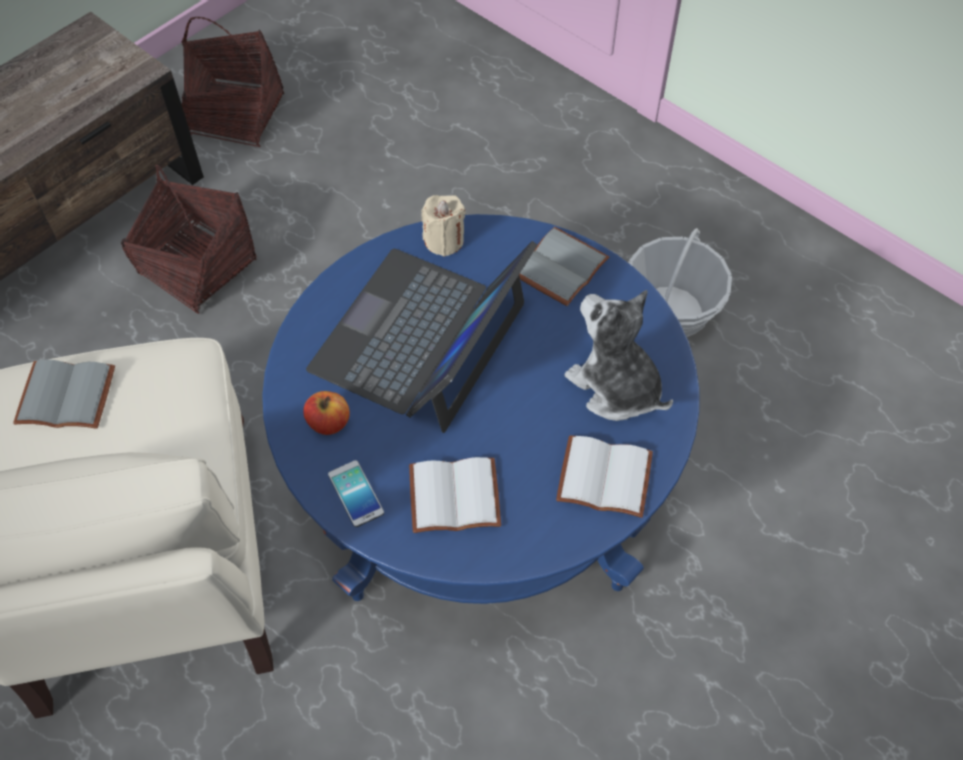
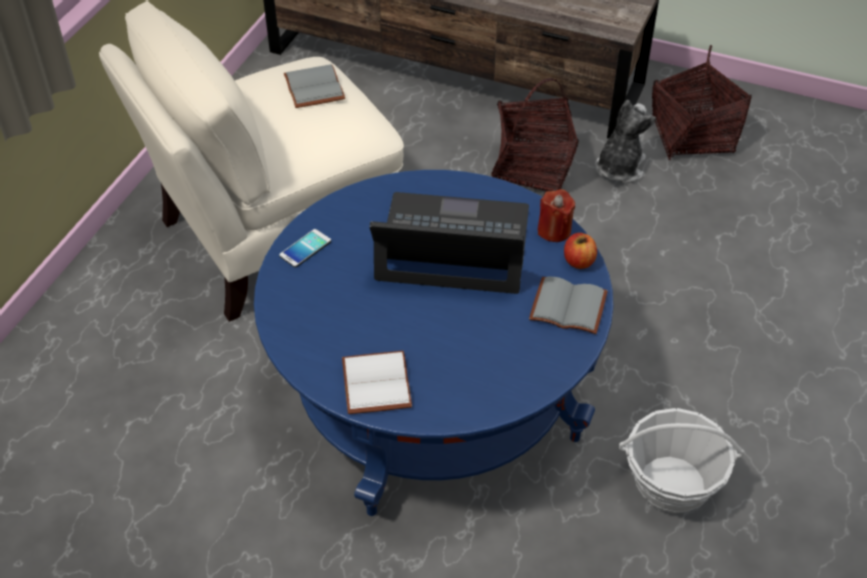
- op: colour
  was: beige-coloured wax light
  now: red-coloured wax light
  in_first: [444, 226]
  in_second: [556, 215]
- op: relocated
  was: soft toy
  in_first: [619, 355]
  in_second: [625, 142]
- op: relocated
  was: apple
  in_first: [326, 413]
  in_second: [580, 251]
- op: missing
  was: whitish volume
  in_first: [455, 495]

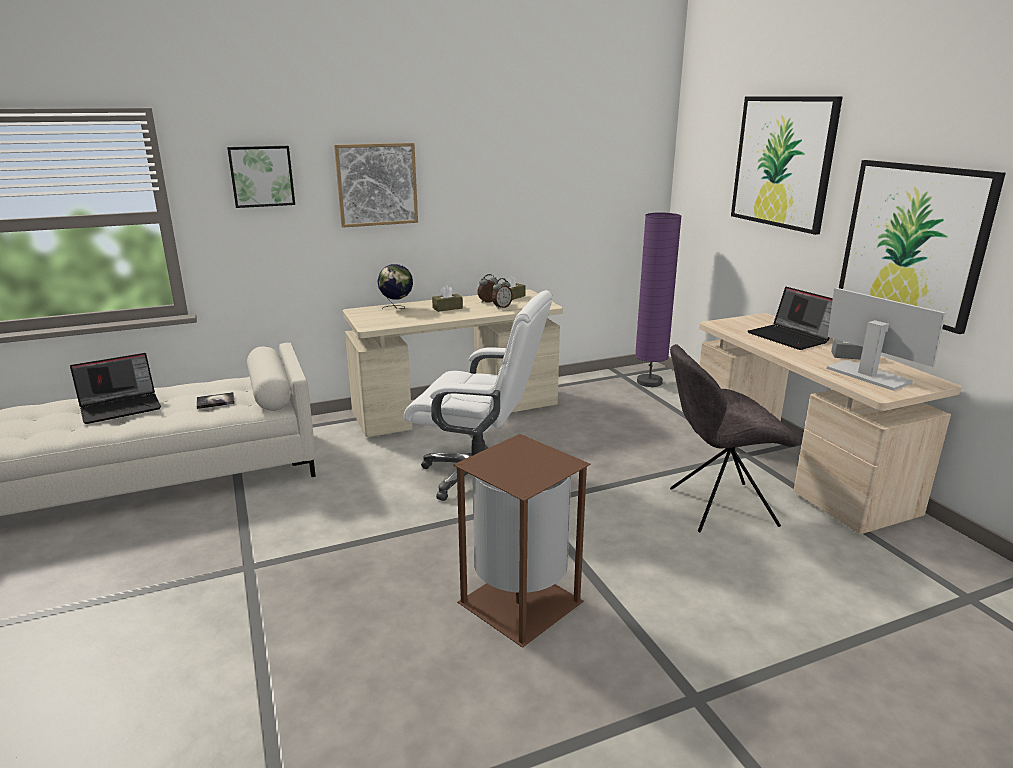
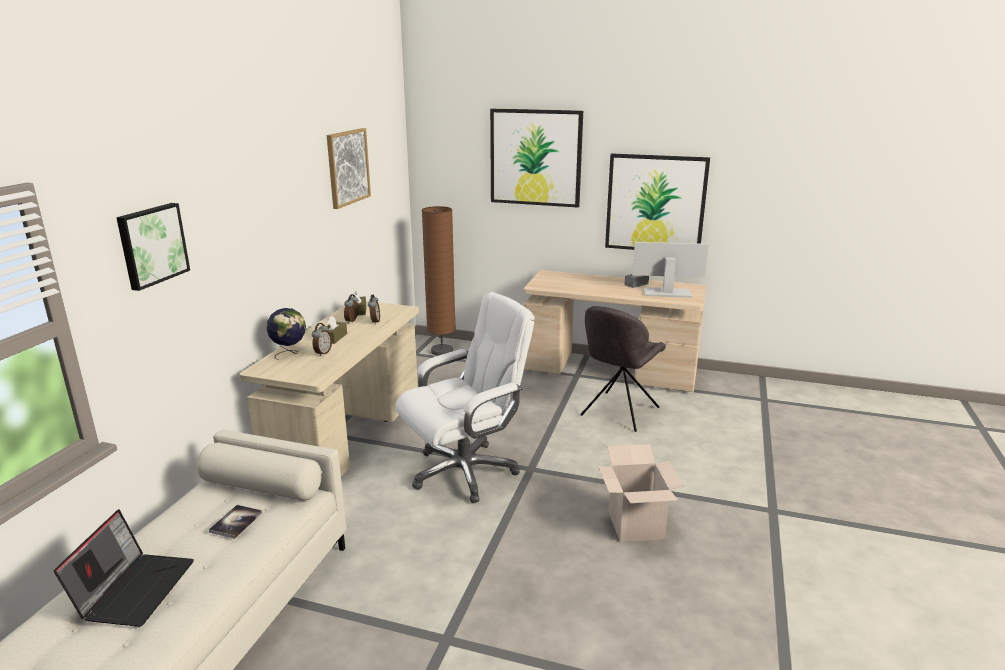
- op: relocated
  was: wall picture
  in_first: [376, 185]
  in_second: [349, 168]
- op: colour
  was: purple-coloured floor lamp
  now: brown floor lamp
  in_first: [658, 299]
  in_second: [439, 281]
- op: missing
  was: portable computer
  in_first: [790, 318]
- op: exchanged
  was: brown trash can
  now: cardboard box
  in_first: [522, 541]
  in_second: [641, 493]
- op: appeared
  now: table clock
  in_second: [322, 339]

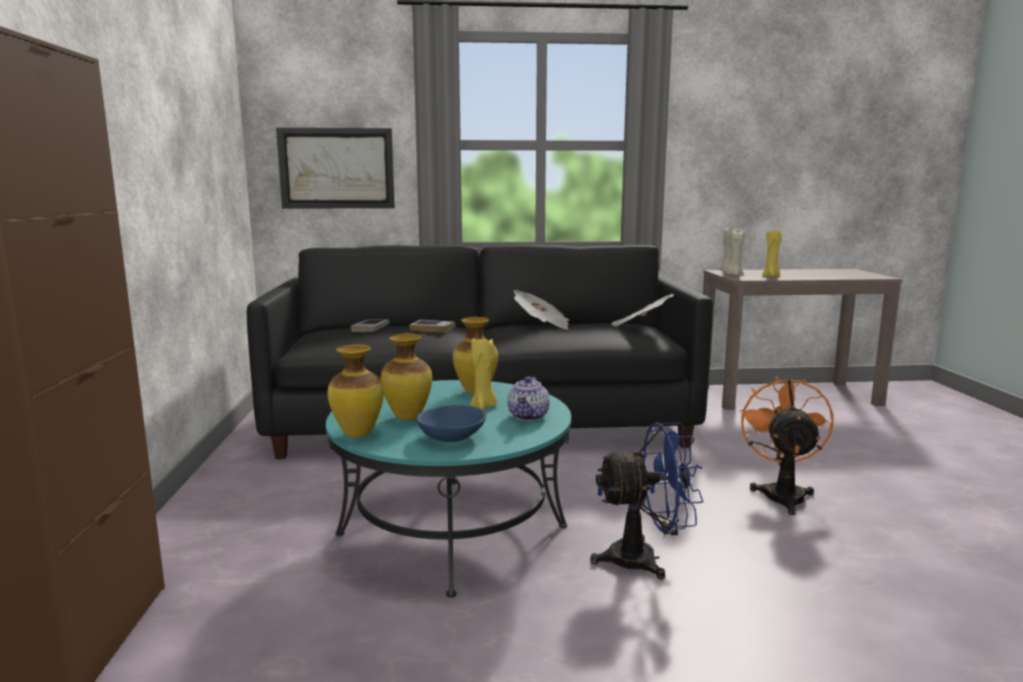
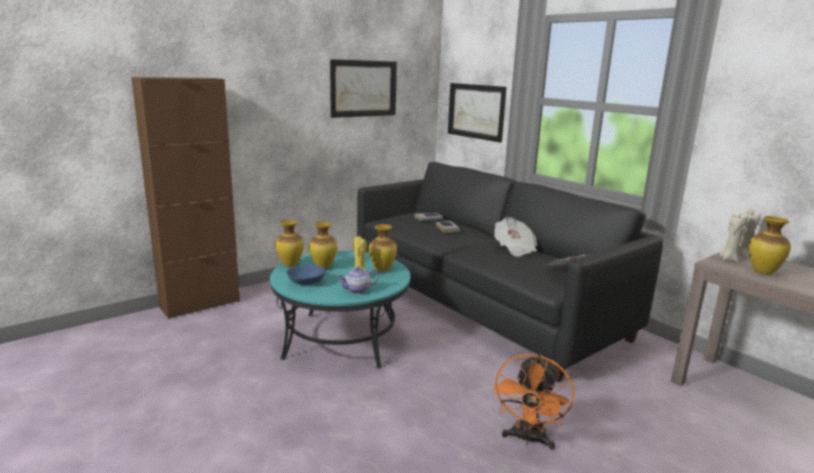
- op: exchanged
  was: yellow-coloured wax light
  now: vase
  in_first: [772, 253]
  in_second: [770, 245]
- op: spun
  was: orange fan
  in_first: [787, 445]
  in_second: [533, 402]
  clockwise: 135
- op: missing
  was: blue-coloured fan
  in_first: [646, 501]
- op: appeared
  now: wall picture
  in_second: [363, 88]

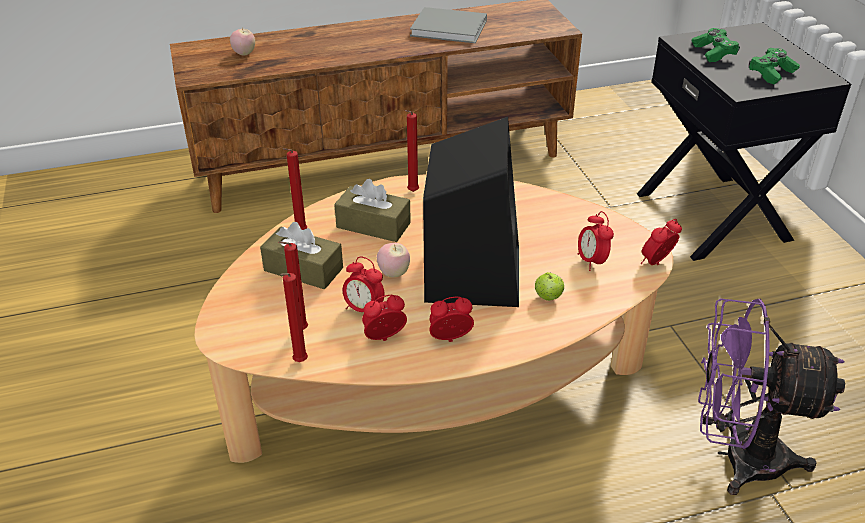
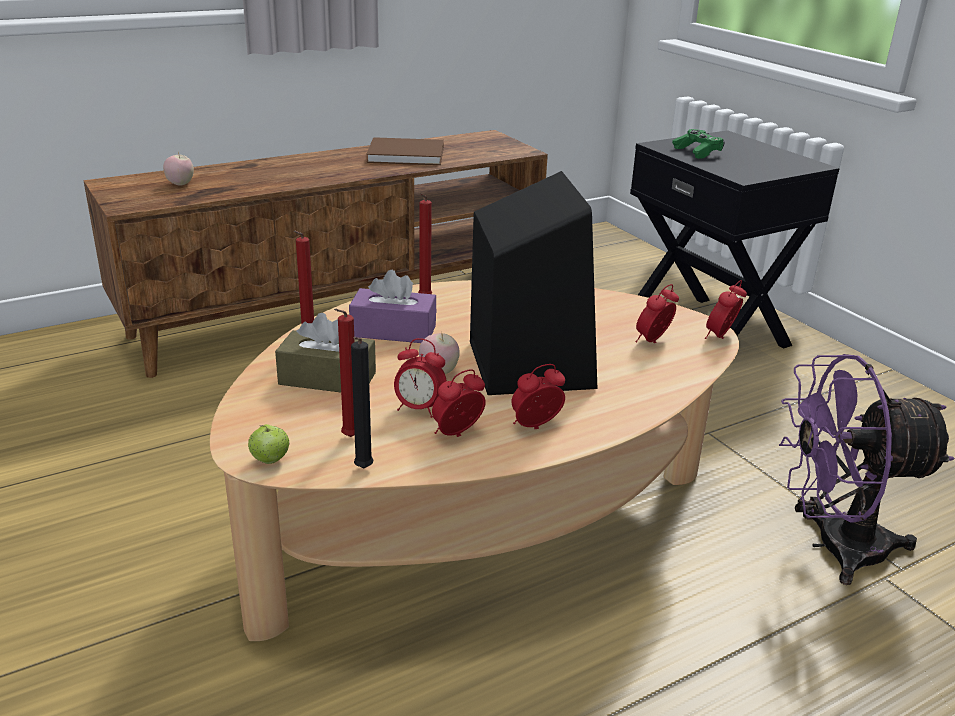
- op: colour
  was: grey volume
  now: brown volume
  in_first: [448, 25]
  in_second: [405, 151]
- op: missing
  was: green-coloured game controller
  in_first: [774, 66]
- op: colour
  was: brown box of tissues
  now: purple-coloured box of tissues
  in_first: [372, 210]
  in_second: [392, 306]
- op: spun
  was: table clock
  in_first: [595, 241]
  in_second: [657, 314]
  clockwise: 75
- op: relocated
  was: apple
  in_first: [549, 286]
  in_second: [268, 444]
- op: colour
  was: red-coloured wax light
  now: blackish wax light
  in_first: [294, 317]
  in_second: [362, 402]

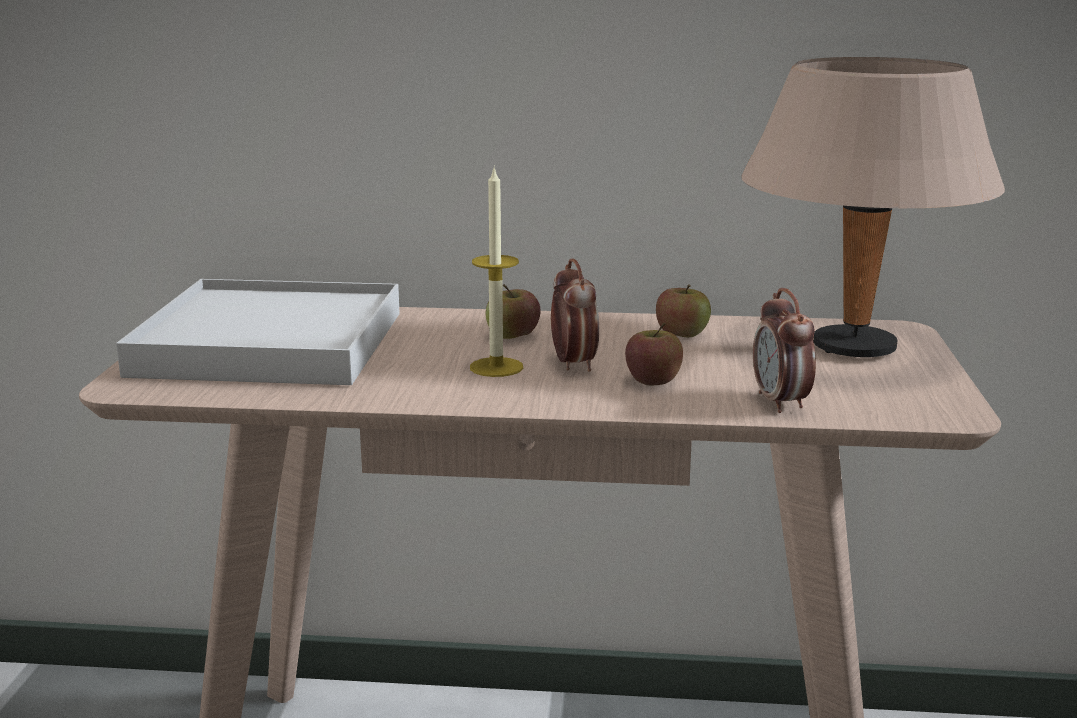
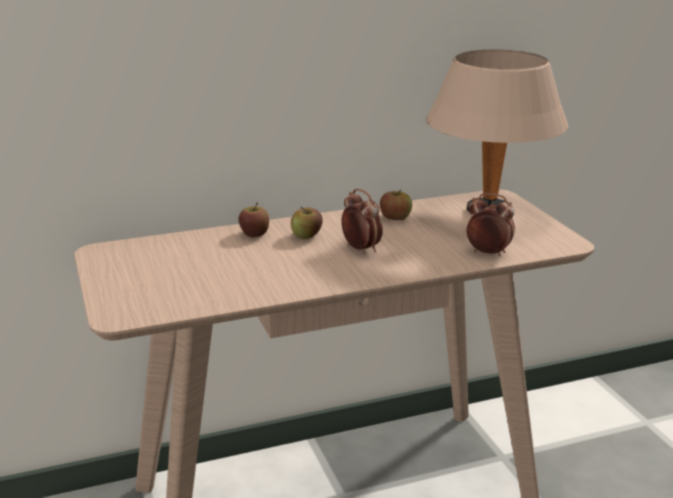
- op: missing
  was: wax light
  in_first: [496, 271]
- op: missing
  was: whitish carrying tray
  in_first: [258, 332]
- op: spun
  was: table clock
  in_first: [784, 350]
  in_second: [491, 225]
  clockwise: 150
- op: relocated
  was: apple
  in_first: [654, 354]
  in_second: [254, 220]

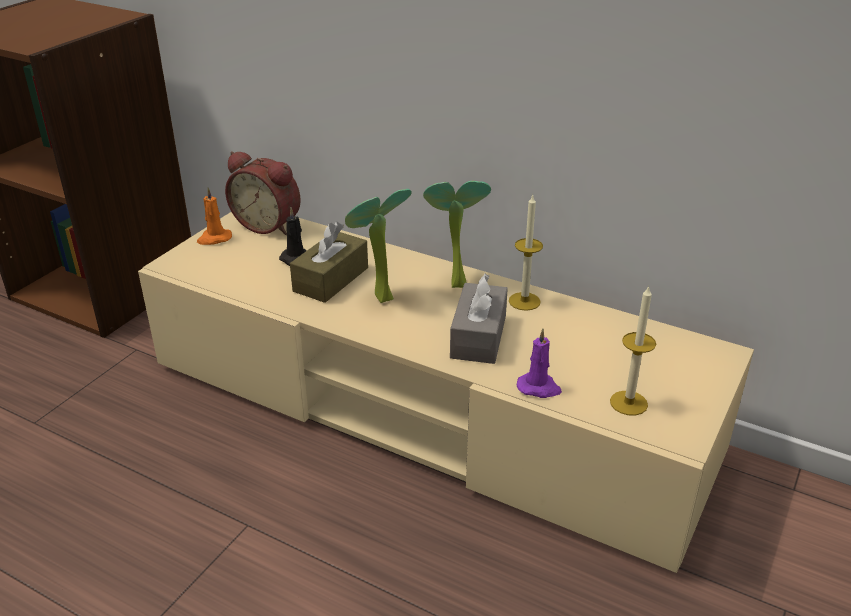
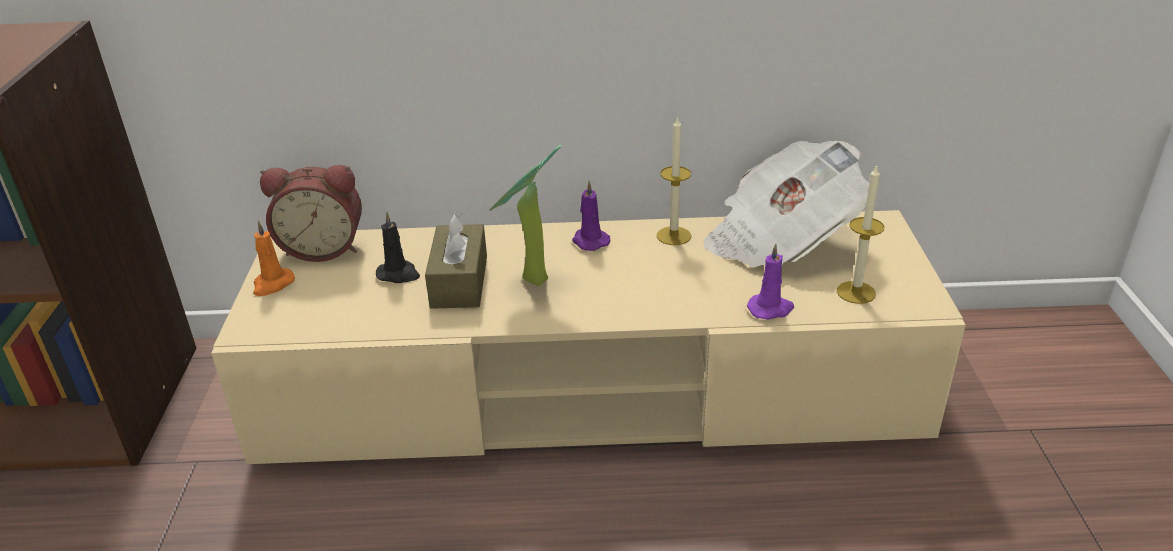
- op: exchanged
  was: plant in a pot
  now: purple-coloured wax light
  in_first: [457, 234]
  in_second: [591, 216]
- op: missing
  was: grey box of tissues
  in_first: [479, 319]
- op: appeared
  now: daily paper
  in_second: [786, 204]

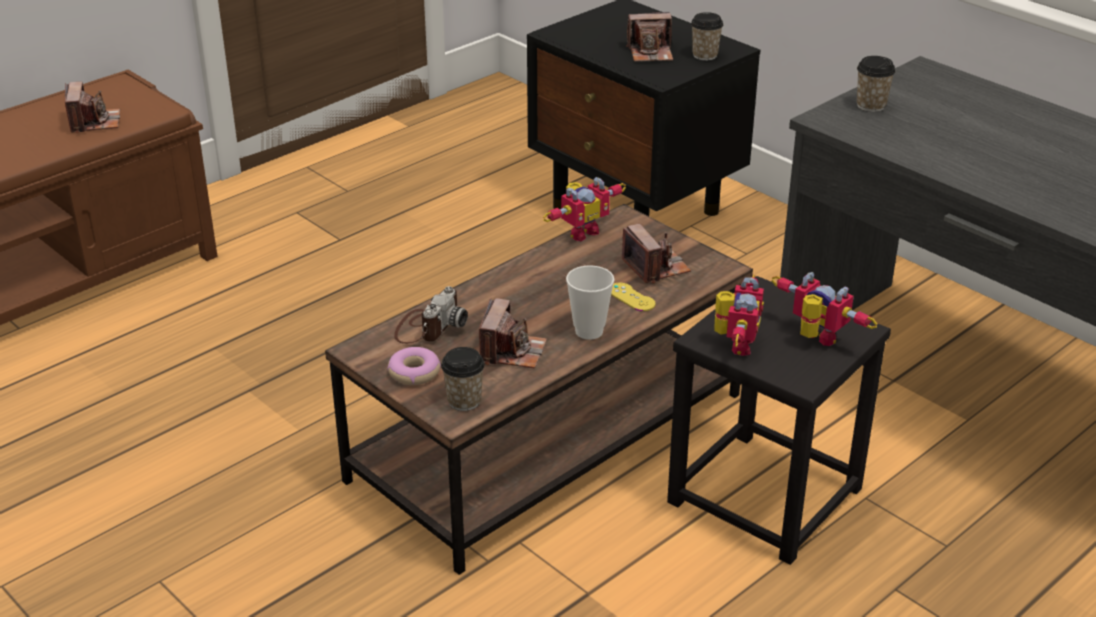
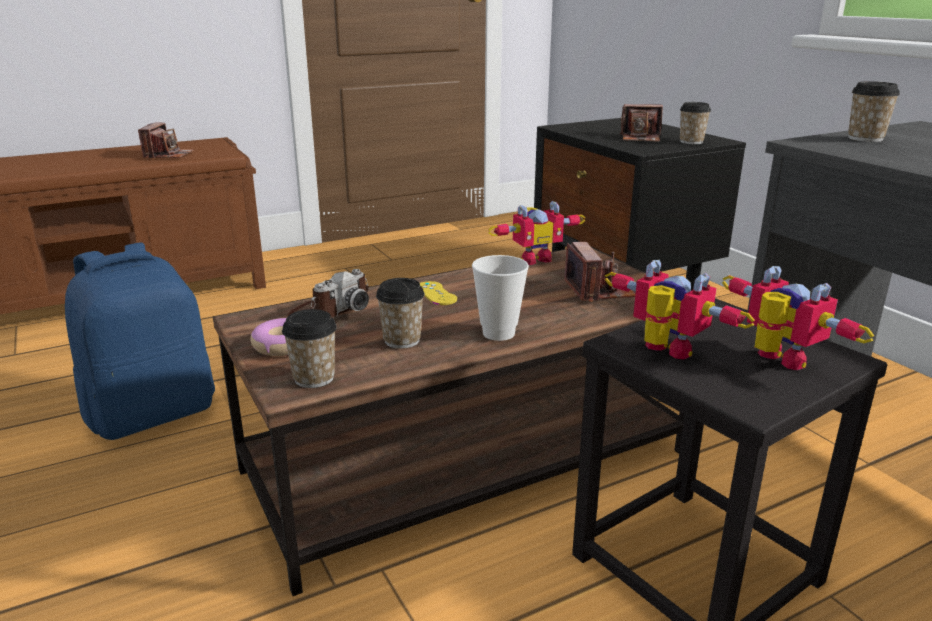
- op: spun
  was: robot figure
  in_first: [739, 315]
  in_second: [679, 310]
  clockwise: -75
- op: relocated
  was: yellow-coloured game controller
  in_first: [633, 297]
  in_second: [438, 293]
- op: exchanged
  was: still camera
  now: cup
  in_first: [513, 333]
  in_second: [400, 313]
- op: appeared
  now: blue-coloured knapsack
  in_second: [140, 341]

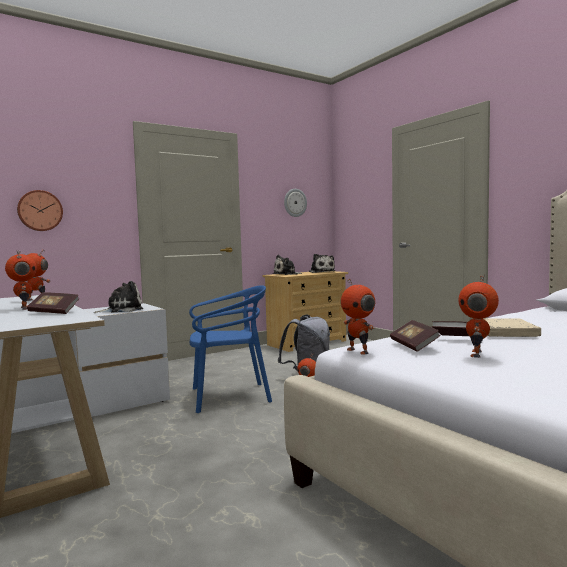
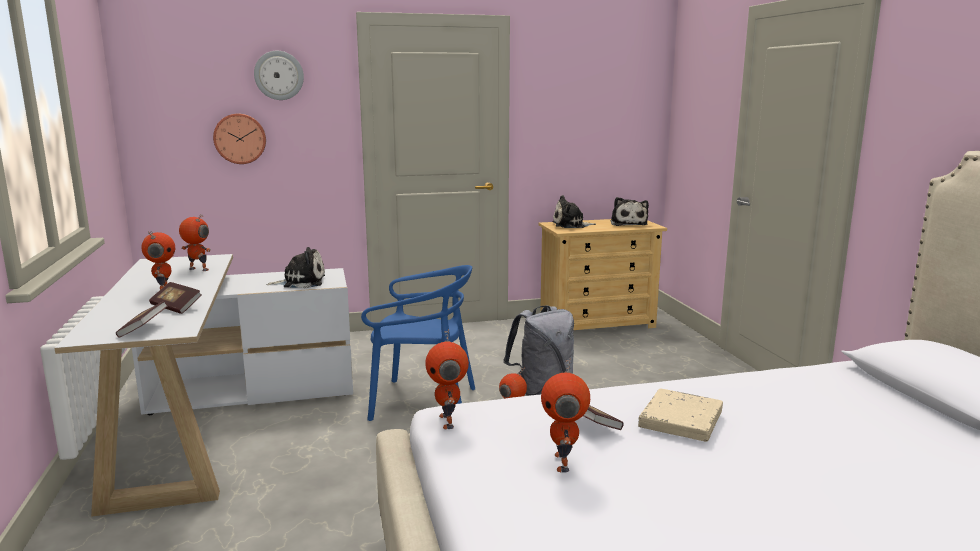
- op: relocated
  was: hanging clock
  in_first: [295, 203]
  in_second: [279, 75]
- op: spun
  was: robot figure
  in_first: [478, 316]
  in_second: [565, 415]
  clockwise: -45
- op: relocated
  was: volume
  in_first: [415, 336]
  in_second: [142, 319]

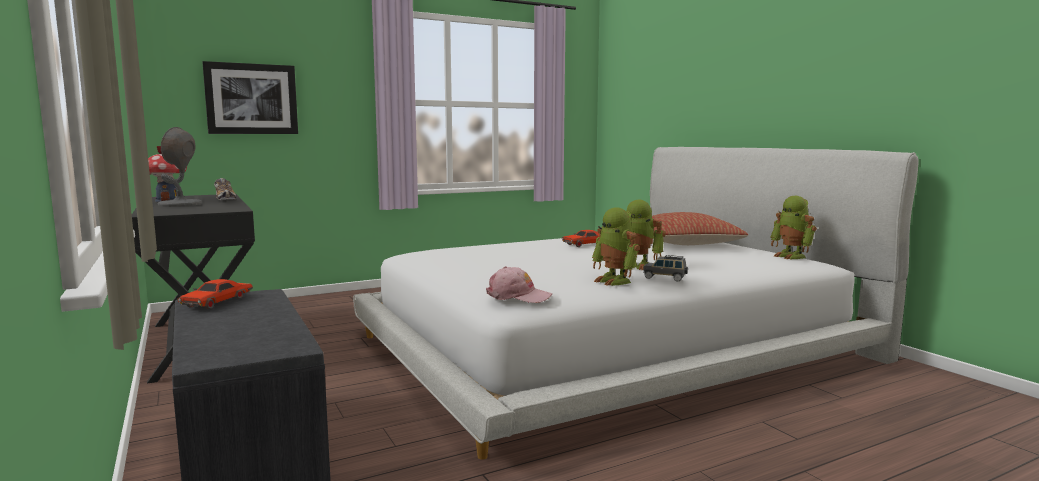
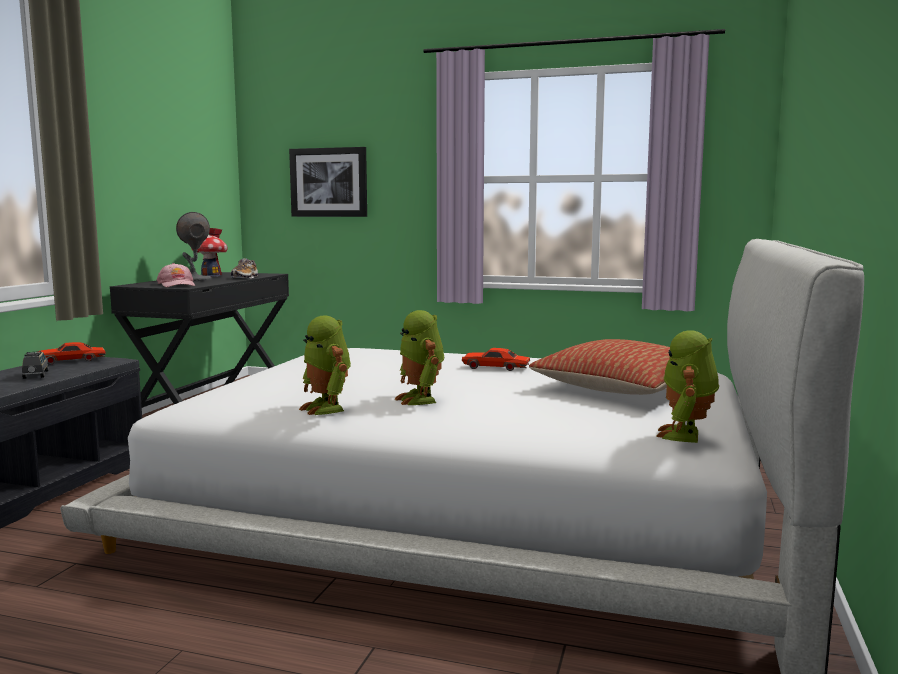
- op: spun
  was: robot figure
  in_first: [616, 246]
  in_second: [325, 365]
  clockwise: -45
- op: relocated
  was: grey miniature car
  in_first: [665, 268]
  in_second: [35, 365]
- op: relocated
  was: pinkish baseball cap
  in_first: [519, 284]
  in_second: [176, 275]

